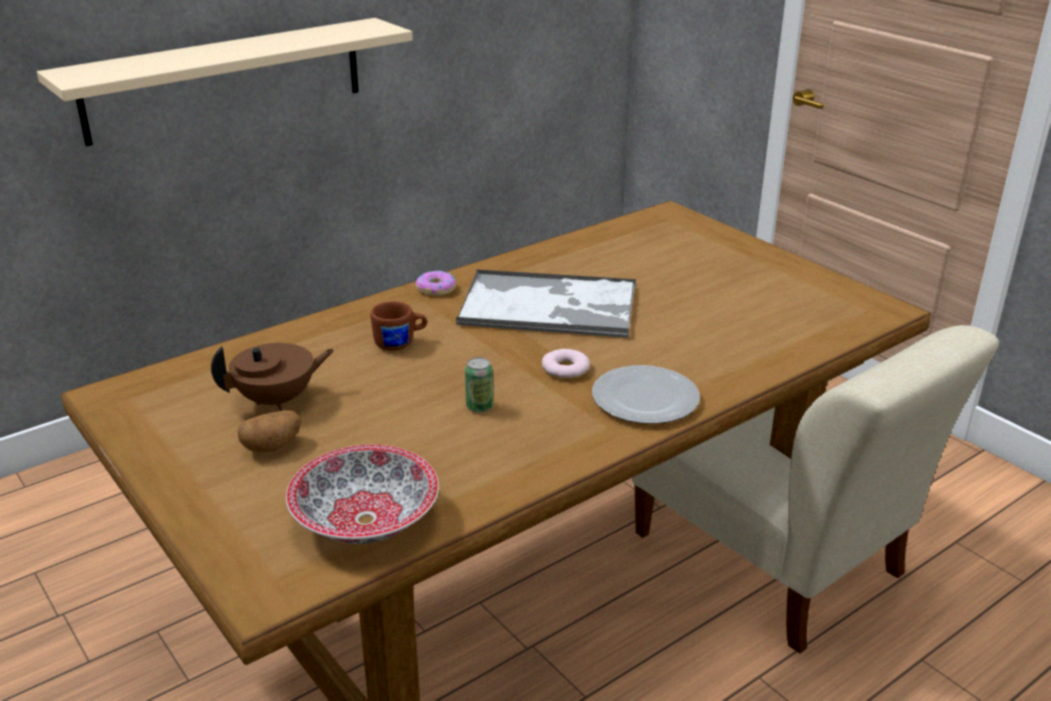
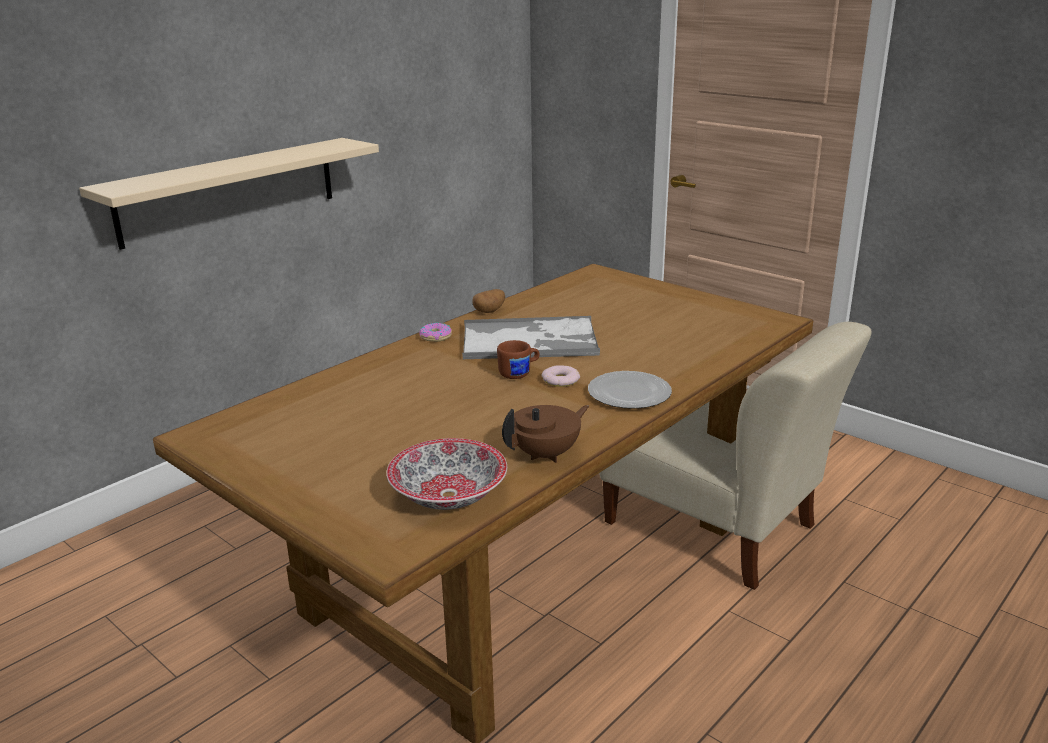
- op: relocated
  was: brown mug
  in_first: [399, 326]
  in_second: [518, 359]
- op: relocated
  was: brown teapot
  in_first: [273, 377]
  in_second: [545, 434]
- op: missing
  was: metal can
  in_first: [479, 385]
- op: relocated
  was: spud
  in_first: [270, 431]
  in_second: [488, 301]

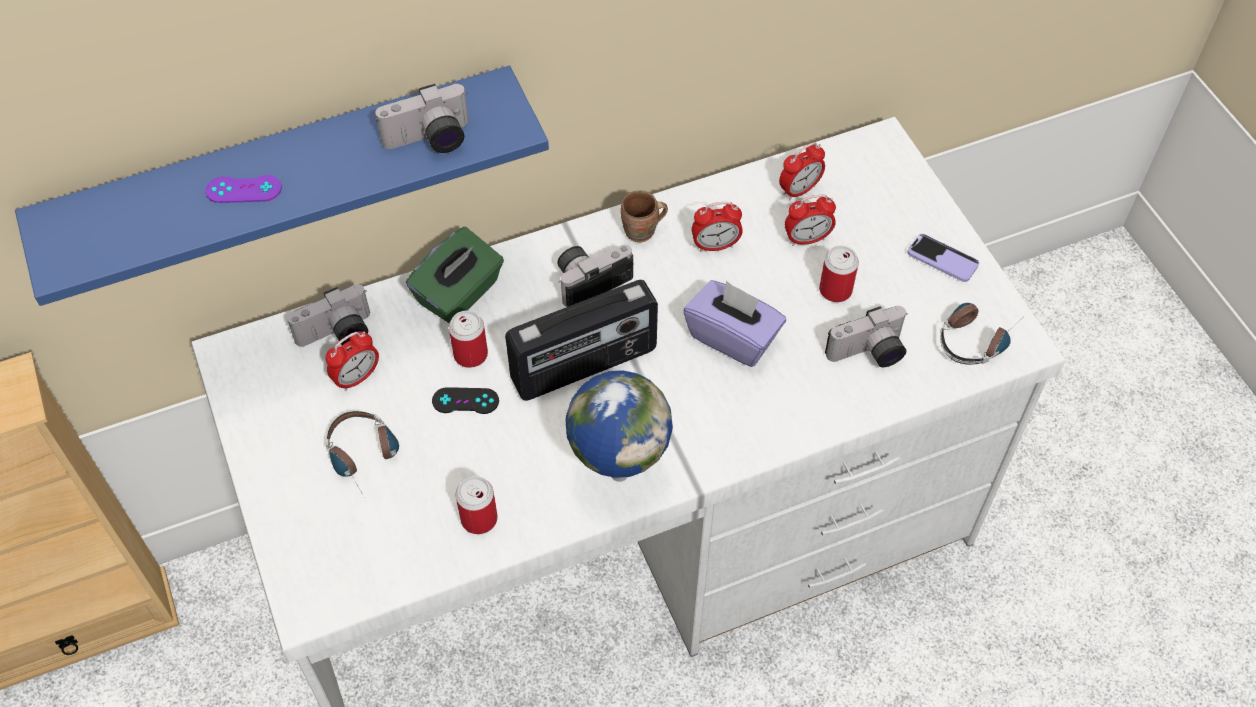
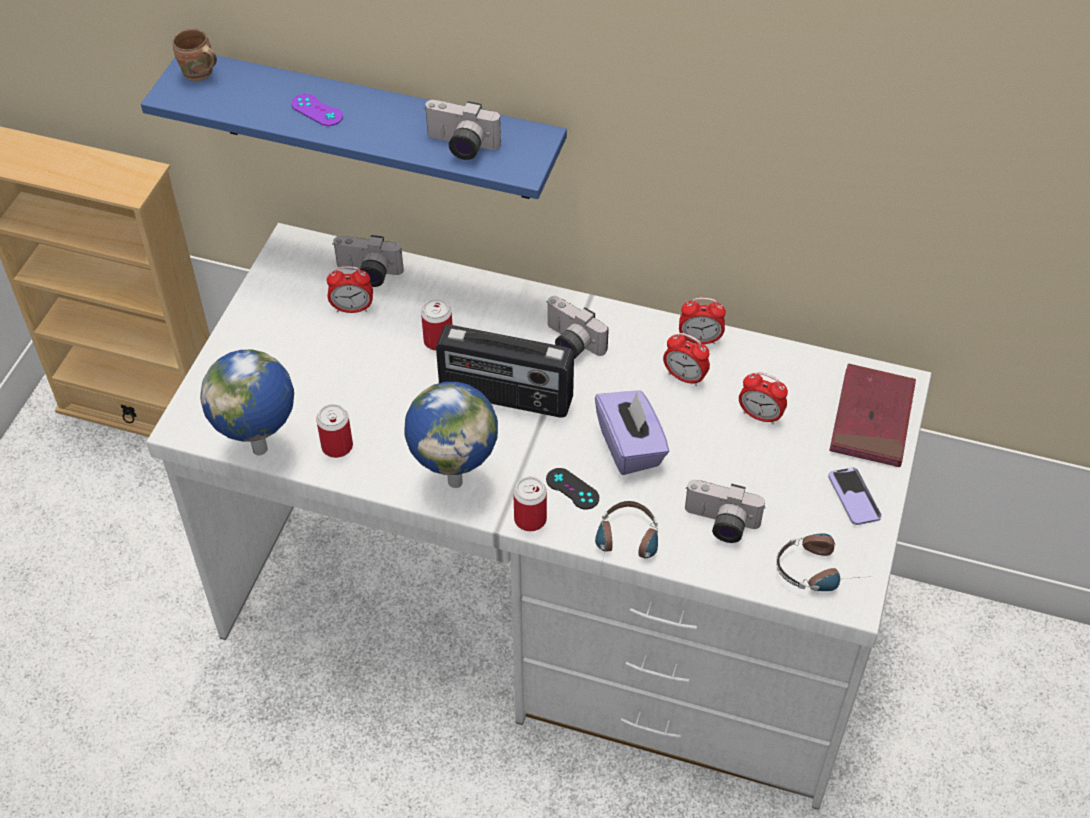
- op: relocated
  was: table clock
  in_first: [802, 171]
  in_second: [702, 321]
- op: relocated
  was: brown mug
  in_first: [644, 216]
  in_second: [194, 55]
- op: missing
  was: green-coloured box of tissues
  in_first: [455, 275]
- op: spun
  was: still camera
  in_first: [595, 276]
  in_second: [577, 327]
  clockwise: -150
- op: relocated
  was: metal can
  in_first: [839, 274]
  in_second: [530, 504]
- op: relocated
  was: blackish game controller
  in_first: [465, 400]
  in_second: [572, 488]
- op: relocated
  was: headphones
  in_first: [362, 453]
  in_second: [626, 536]
- op: appeared
  now: desk globe
  in_second: [247, 402]
- op: appeared
  now: red-coloured volume
  in_second: [872, 415]

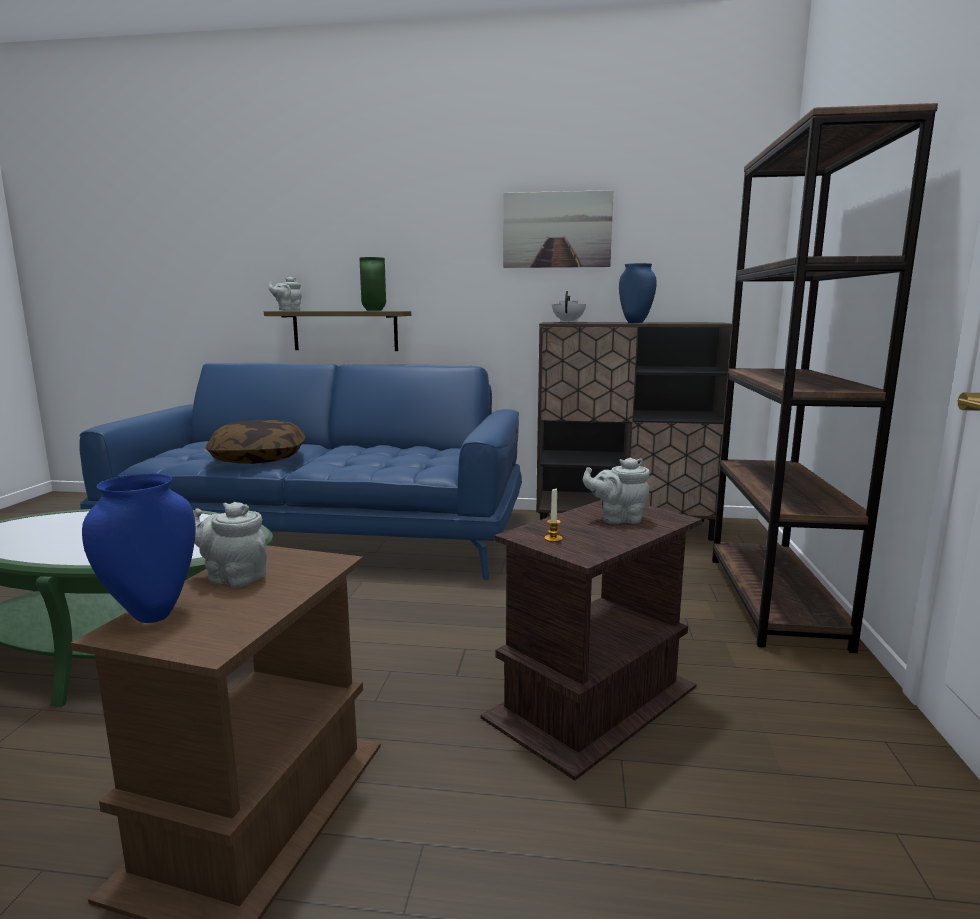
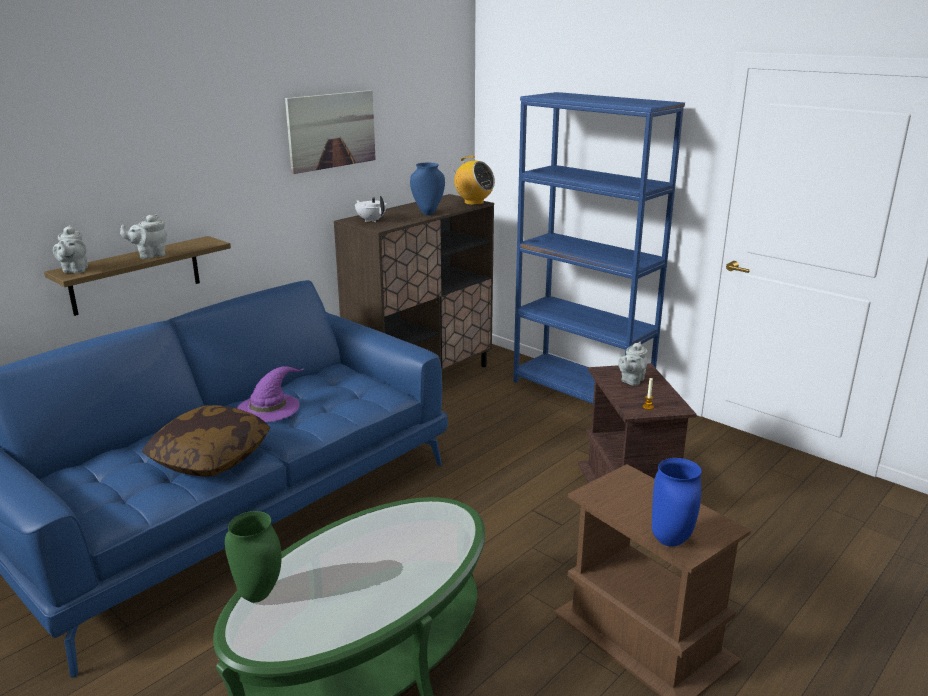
- op: colour
  was: brown bookcase
  now: blue-coloured bookcase
  in_first: [825, 378]
  in_second: [599, 248]
- op: relocated
  was: green-coloured vase
  in_first: [373, 284]
  in_second: [253, 557]
- op: relocated
  was: grey teapot
  in_first: [230, 545]
  in_second: [143, 236]
- op: appeared
  now: radio
  in_second: [472, 180]
- op: appeared
  now: purple-coloured wearable hat
  in_second: [270, 394]

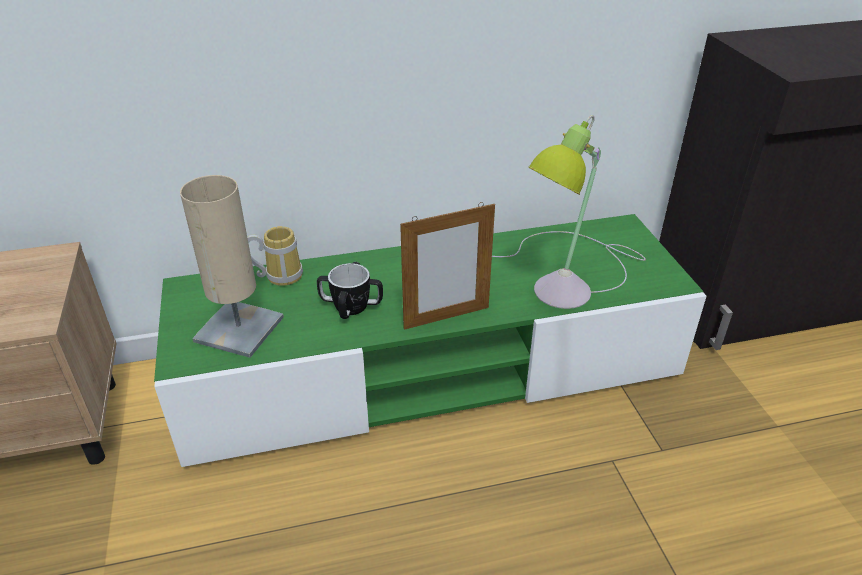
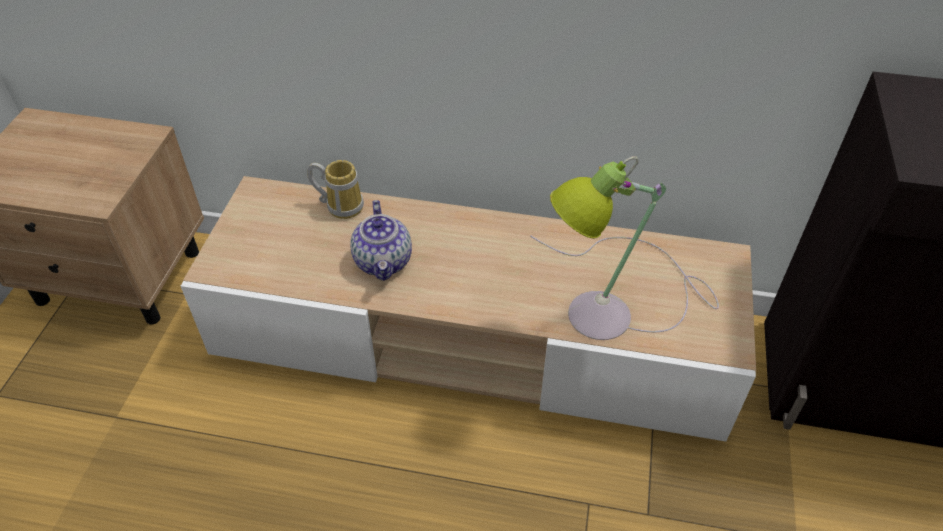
- op: missing
  was: beige-coloured tabletop lamp
  in_first: [232, 266]
- op: missing
  was: standing frame
  in_first: [447, 266]
- op: colour
  was: green-coloured media console
  now: beige-coloured media console
  in_first: [430, 340]
  in_second: [468, 309]
- op: exchanged
  was: mug
  now: teapot
  in_first: [350, 290]
  in_second: [381, 240]

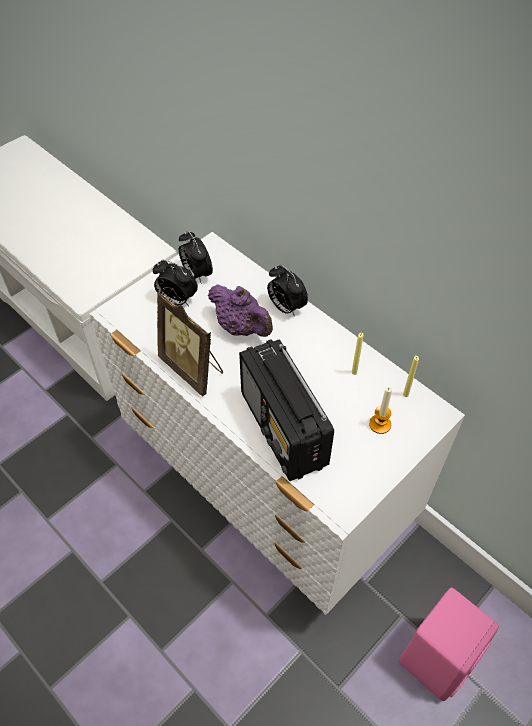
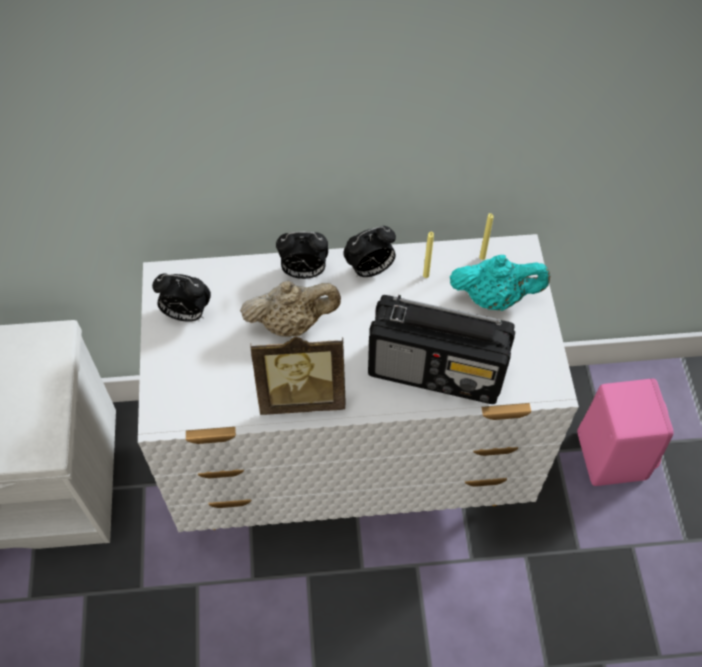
- op: relocated
  was: table clock
  in_first: [175, 283]
  in_second: [369, 251]
- op: colour
  was: purple-coloured teapot
  now: beige-coloured teapot
  in_first: [240, 310]
  in_second: [290, 309]
- op: exchanged
  was: wax light
  now: blue-green teapot
  in_first: [380, 410]
  in_second: [500, 283]

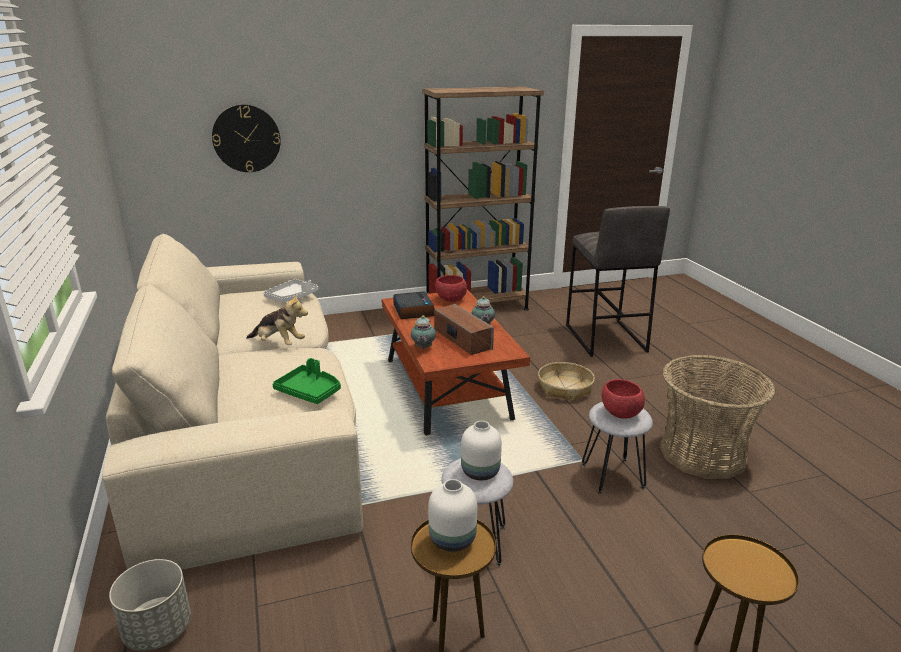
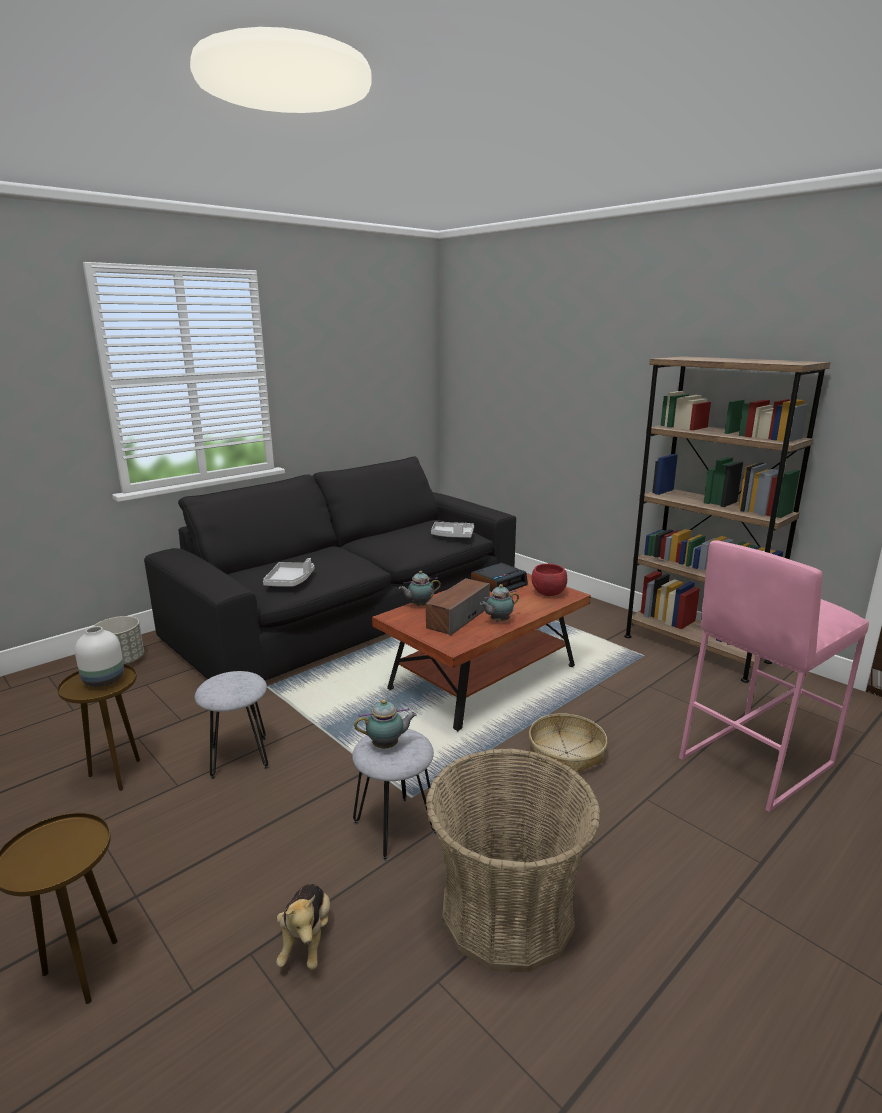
- op: missing
  was: hanging clock
  in_first: [246, 138]
- op: colour
  was: grey stool
  now: pinkish stool
  in_first: [618, 281]
  in_second: [774, 676]
- op: colour
  was: beige-coloured couch
  now: blackish couch
  in_first: [232, 402]
  in_second: [330, 568]
- op: relocated
  was: soft toy
  in_first: [277, 319]
  in_second: [303, 927]
- op: colour
  was: green-coloured carrying tray
  now: grey carrying tray
  in_first: [307, 381]
  in_second: [288, 572]
- op: exchanged
  was: red-coloured deep dish
  now: teapot
  in_first: [623, 399]
  in_second: [385, 723]
- op: missing
  was: whitish vase
  in_first: [481, 450]

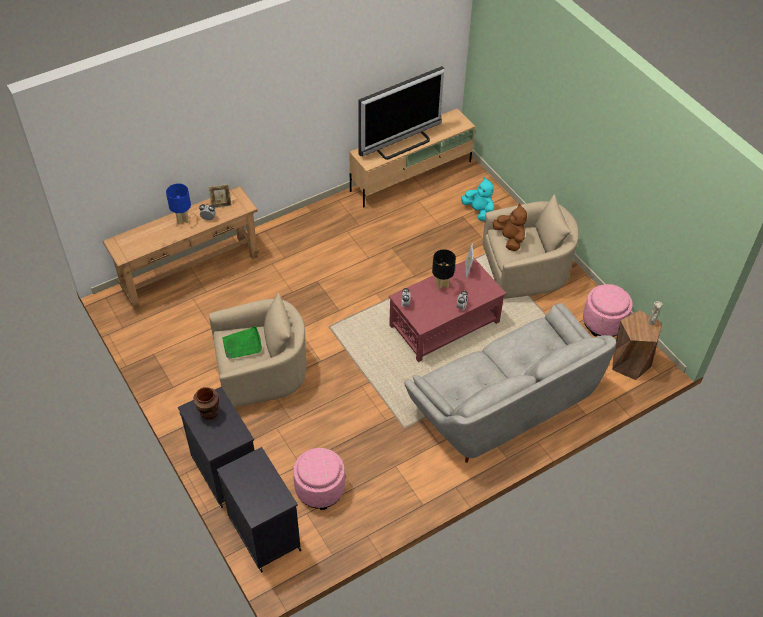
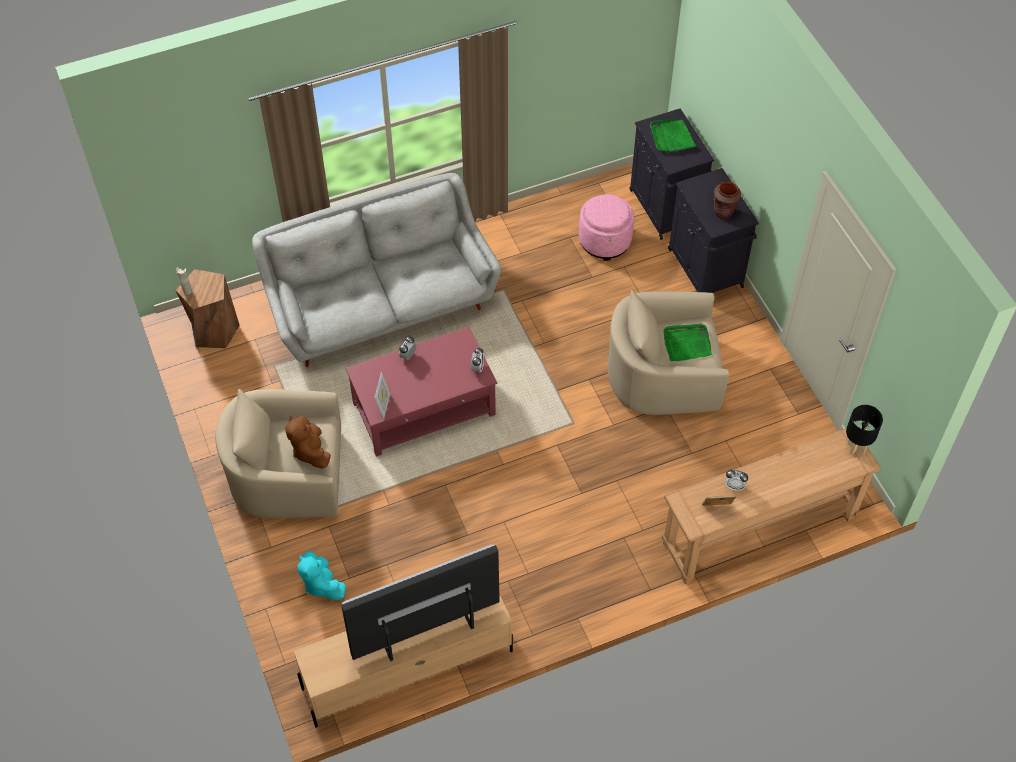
- op: missing
  was: blue-coloured tabletop lamp
  in_first: [178, 204]
- op: relocated
  was: blackish tabletop lamp
  in_first: [444, 269]
  in_second: [864, 430]
- op: missing
  was: pinkish footrest
  in_first: [608, 310]
- op: appeared
  now: green-coloured carrying tray
  in_second: [673, 135]

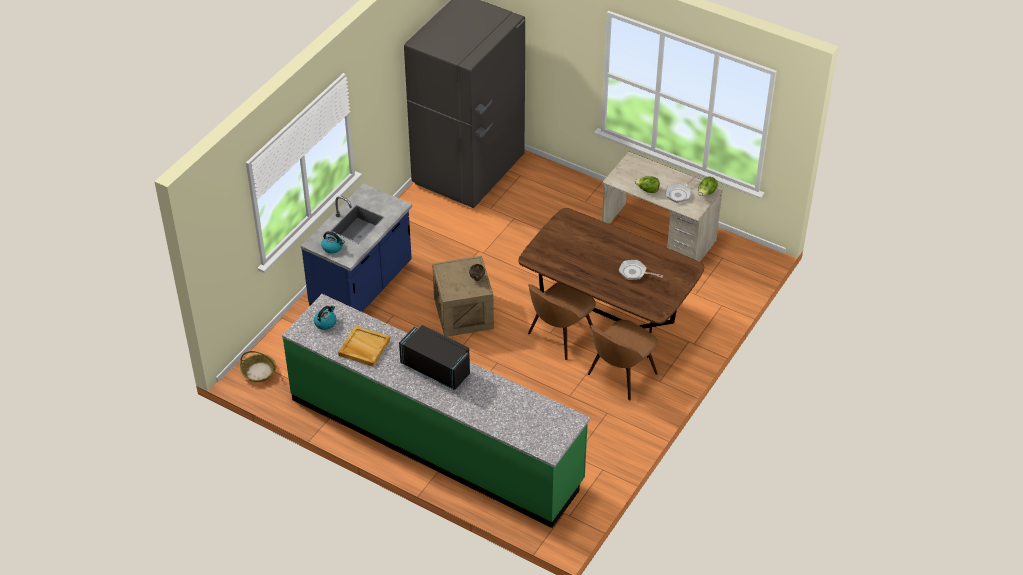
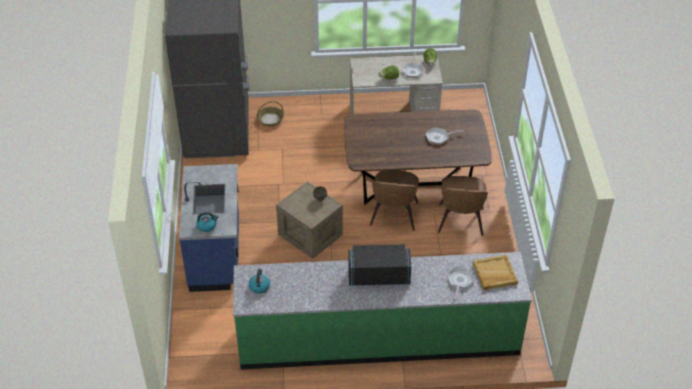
- op: relocated
  was: beige-coloured carrying tray
  in_first: [364, 346]
  in_second: [495, 272]
- op: relocated
  was: storage basket
  in_first: [258, 366]
  in_second: [270, 113]
- op: appeared
  now: pan
  in_second: [460, 283]

